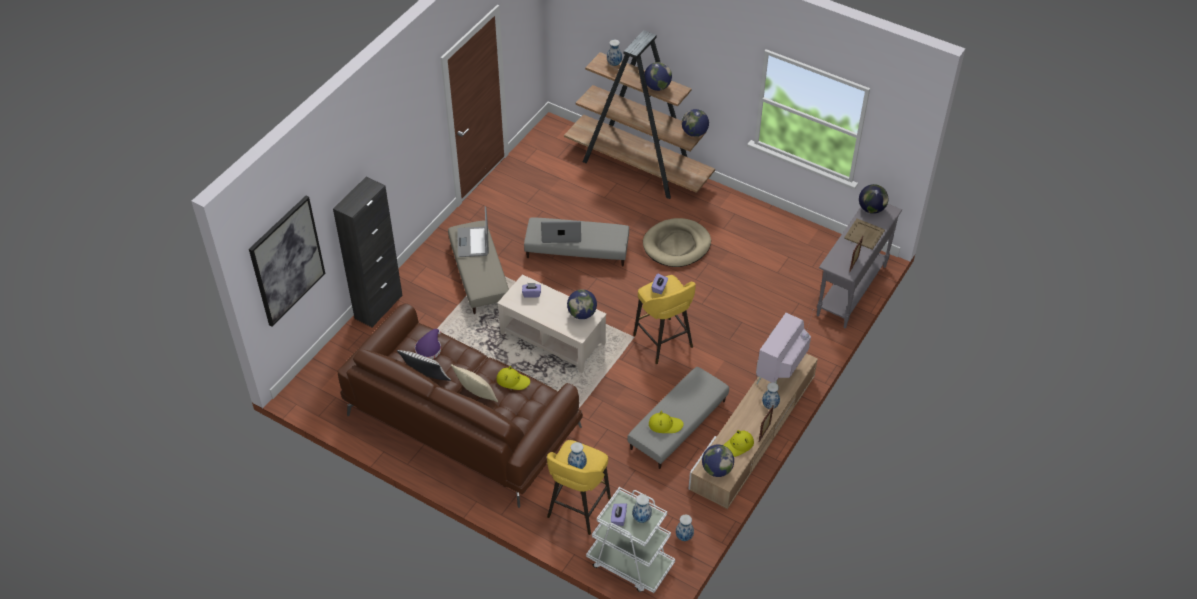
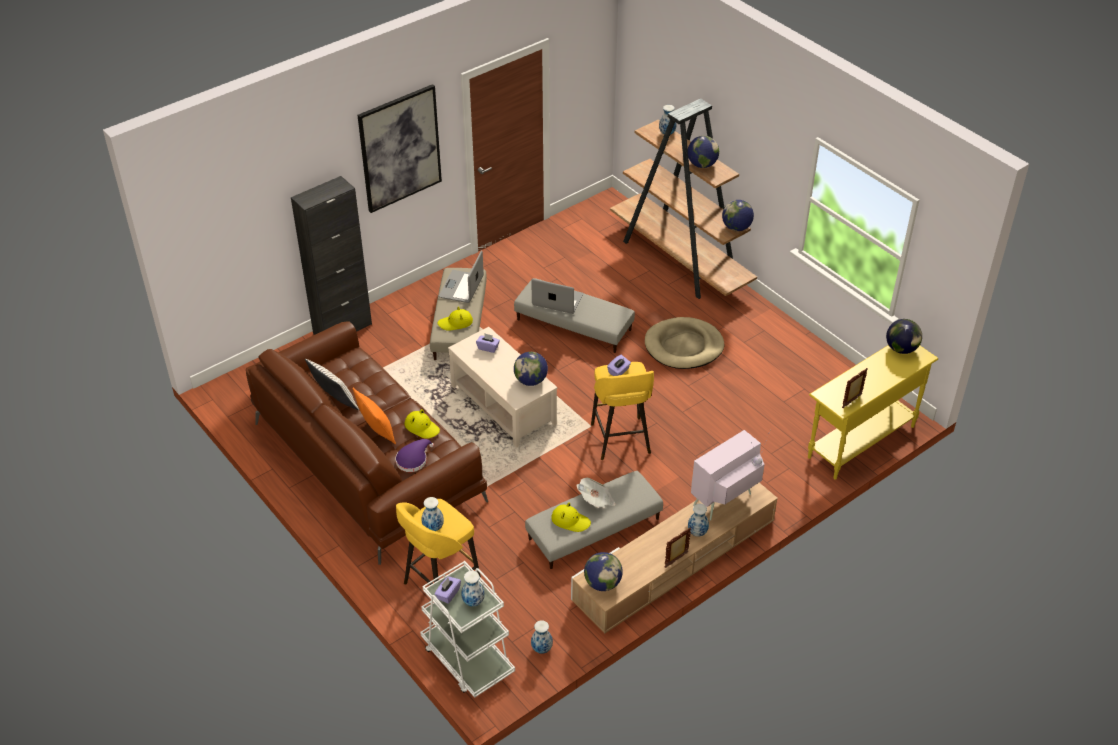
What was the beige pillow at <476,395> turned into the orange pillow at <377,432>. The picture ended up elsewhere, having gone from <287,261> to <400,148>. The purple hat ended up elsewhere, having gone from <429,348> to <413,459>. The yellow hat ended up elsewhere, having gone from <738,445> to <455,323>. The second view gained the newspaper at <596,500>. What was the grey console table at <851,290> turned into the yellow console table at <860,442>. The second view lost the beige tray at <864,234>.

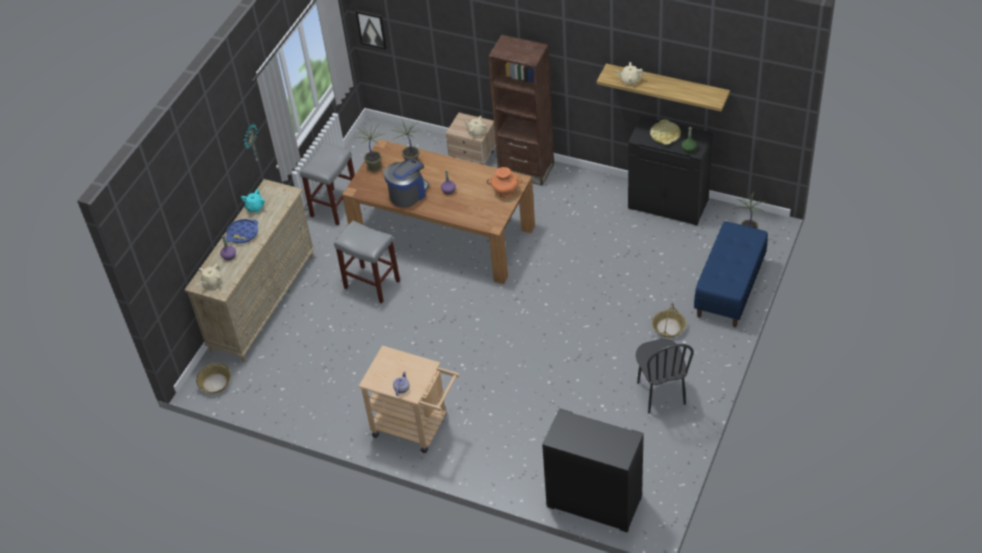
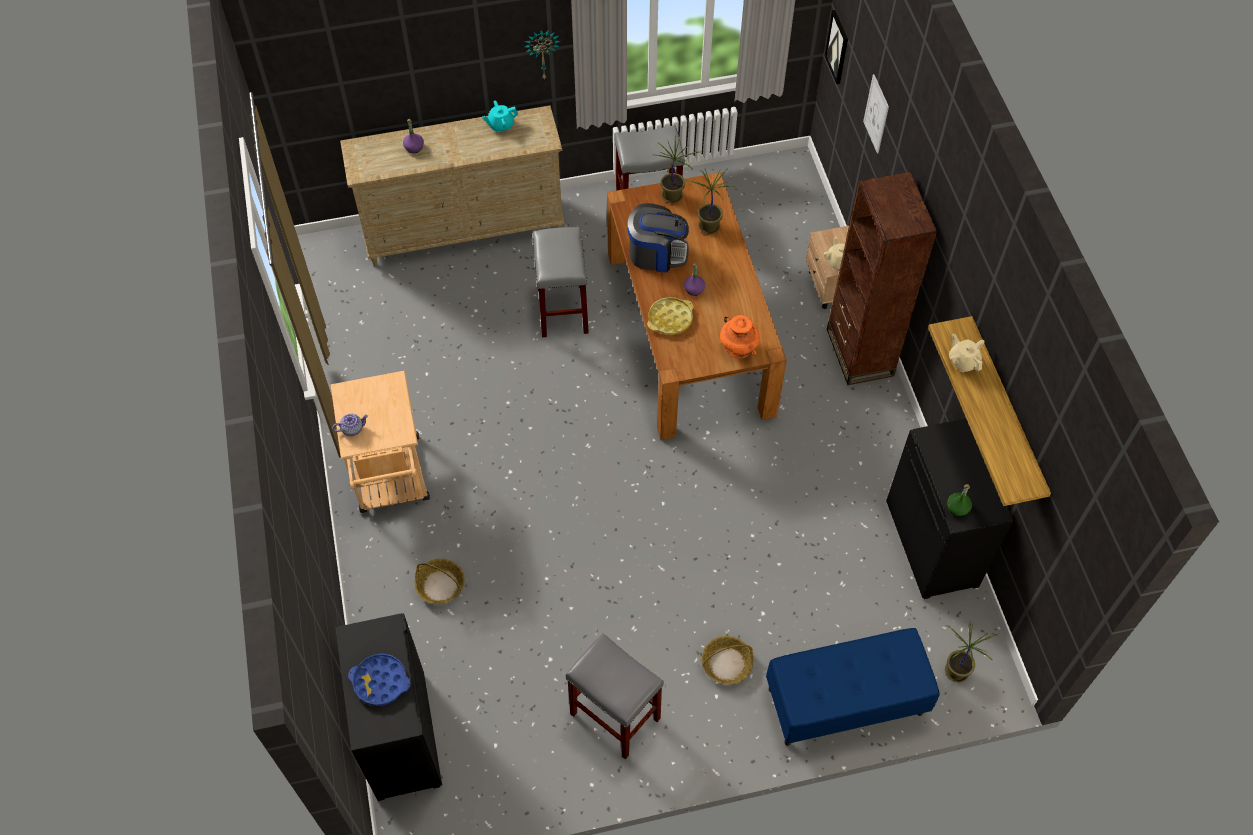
The blue tray ended up elsewhere, having gone from <242,233> to <380,682>. The basket ended up elsewhere, having gone from <215,382> to <441,585>. Where the black chair stood at <660,393>, the grey stool came to stand at <614,716>. The yellow tray ended up elsewhere, having gone from <665,135> to <670,319>. The second view gained the picture at <876,114>. The second view lost the beige teapot at <212,282>.

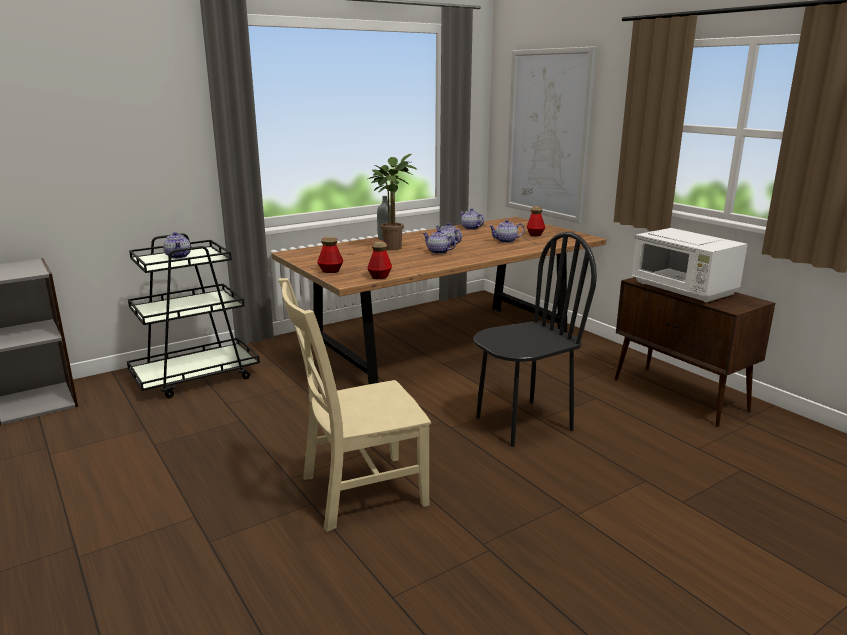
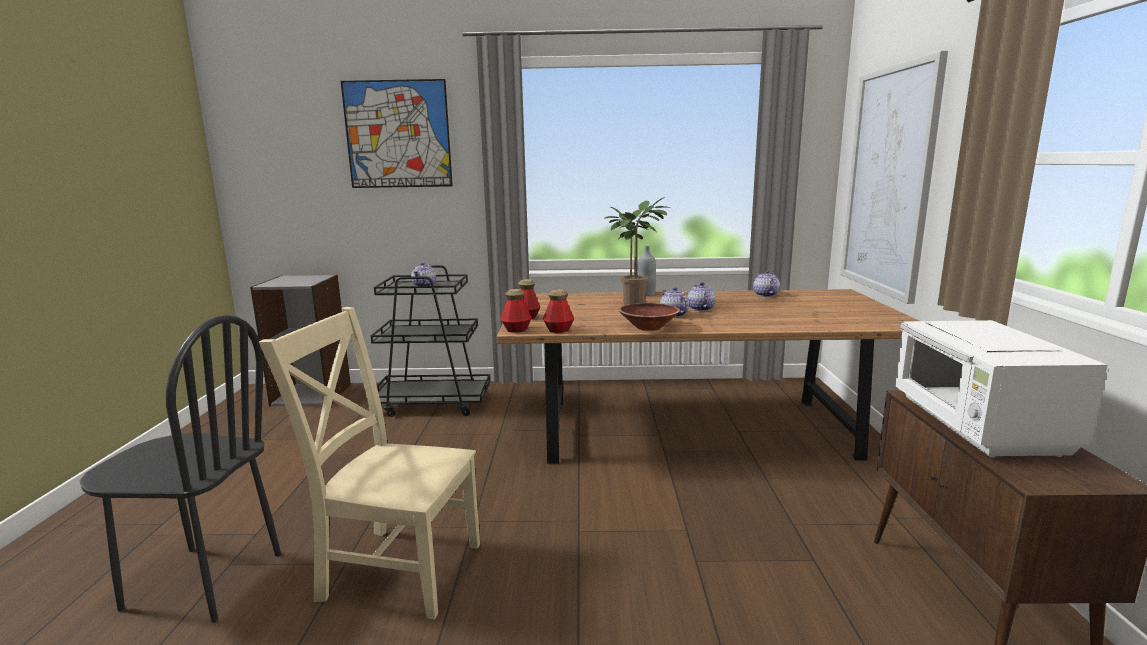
The black chair ended up elsewhere, having gone from <523,423> to <203,581>. The second view gained the picture at <398,134>. The bottle ended up elsewhere, having gone from <535,234> to <516,330>. The second view gained the brown bowl at <648,327>. The second view lost the teapot at <506,241>.

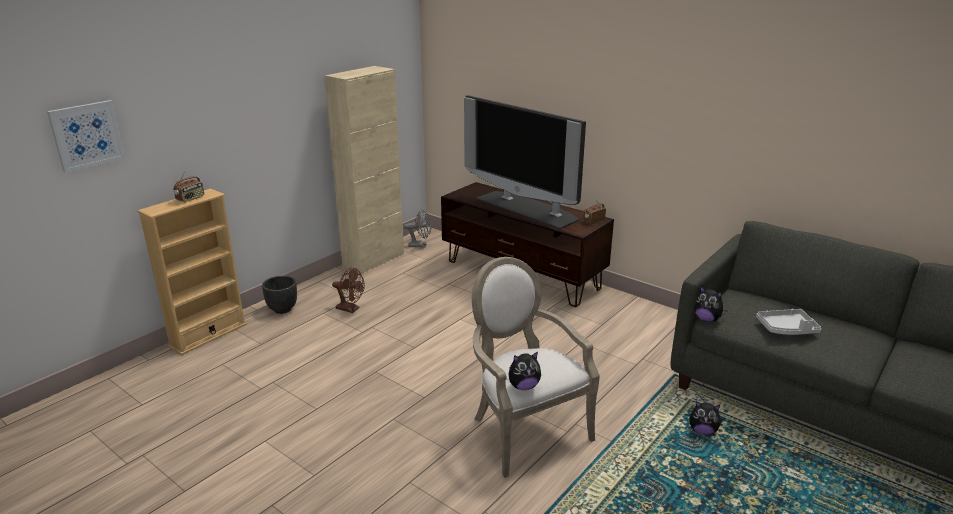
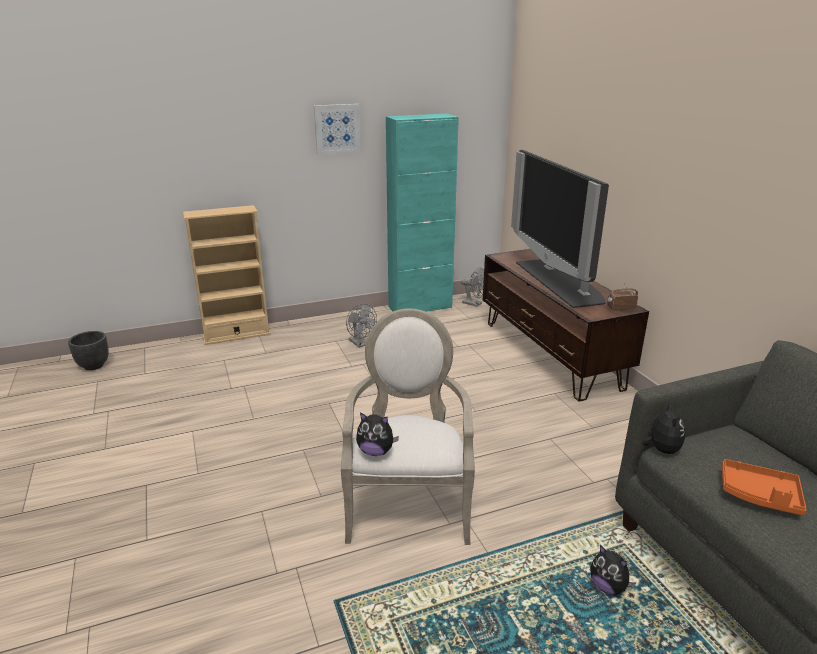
The black planter ended up elsewhere, having gone from <282,309> to <93,366>. The picture ended up elsewhere, having gone from <86,135> to <337,128>. What was the brown fan at <350,309> turned into the grey fan at <360,344>. What was the beige cabinet at <374,260> turned into the turquoise cabinet at <420,307>. The plush toy at <706,319> ended up facing another way, 150 degrees counterclockwise from before. What was the grey tray at <787,329> turned into the orange tray at <759,495>. The second view lost the radio at <190,199>.

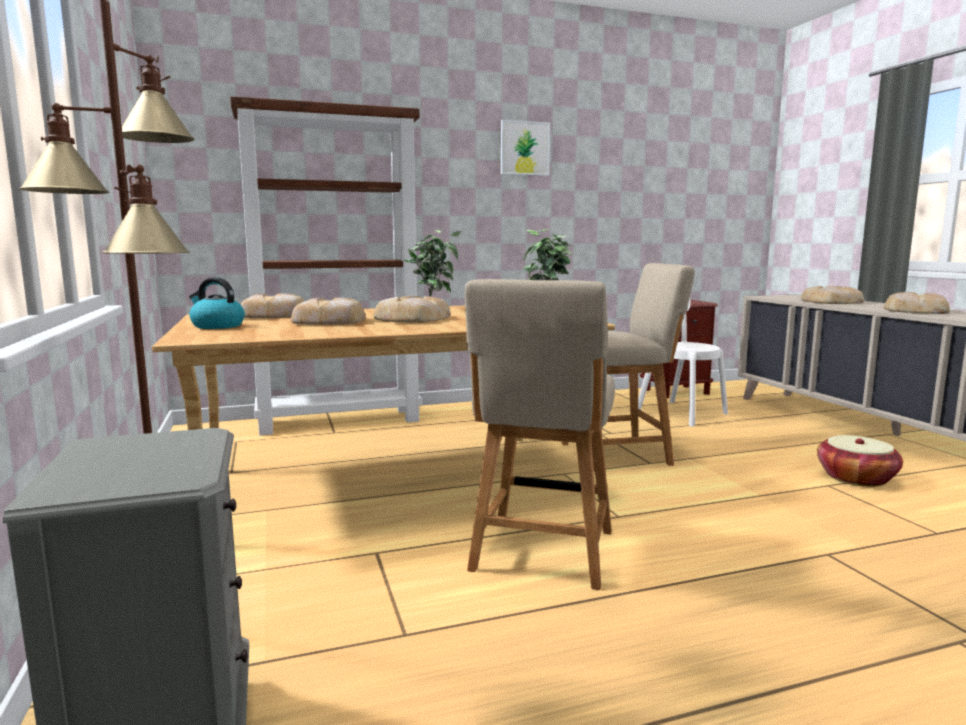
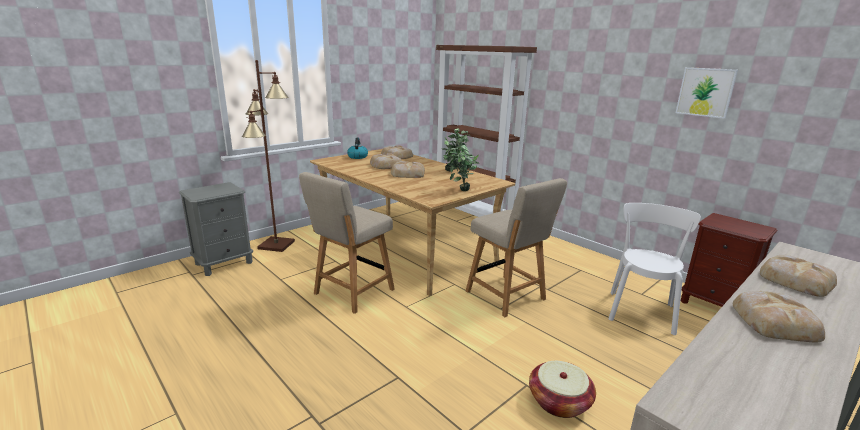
The beige chair at <542,554> ended up facing another way, 45 degrees counterclockwise from before. The picture ended up elsewhere, having gone from <524,148> to <705,92>.

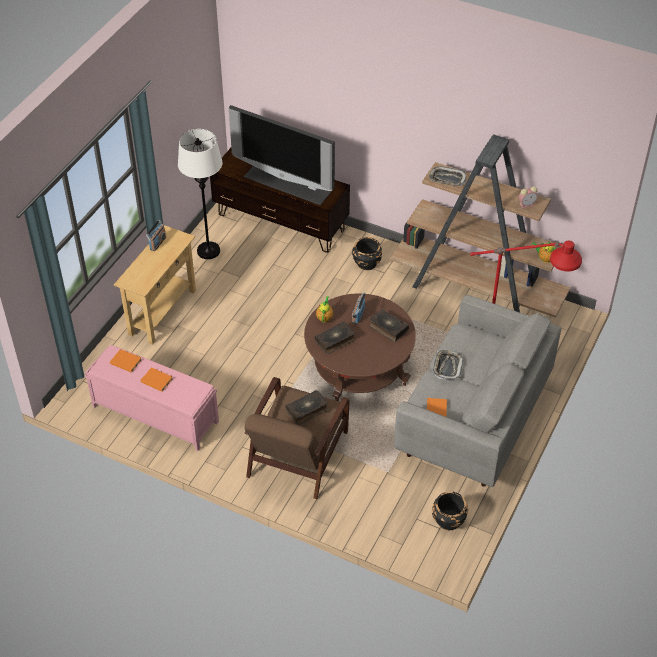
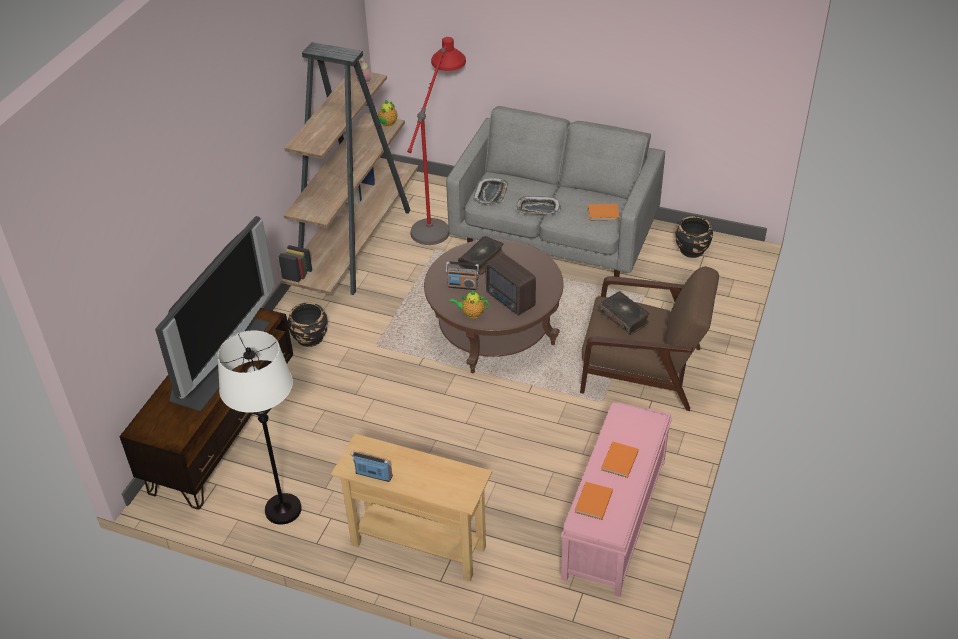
The tray ended up elsewhere, having gone from <447,179> to <491,194>. Where the book stood at <335,341>, the radio came to stand at <510,301>.

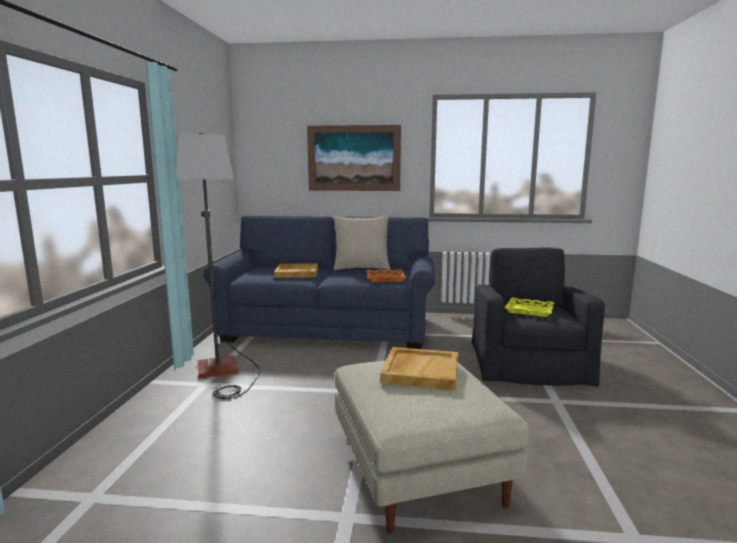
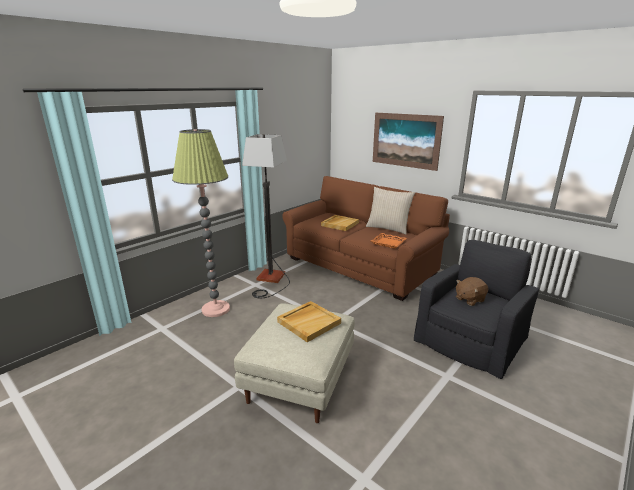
The second view gained the floor lamp at <216,309>. What was the blue sofa at <328,329> turned into the brown sofa at <360,266>. Where the yellow tray stood at <529,310>, the brown plush toy came to stand at <469,299>.

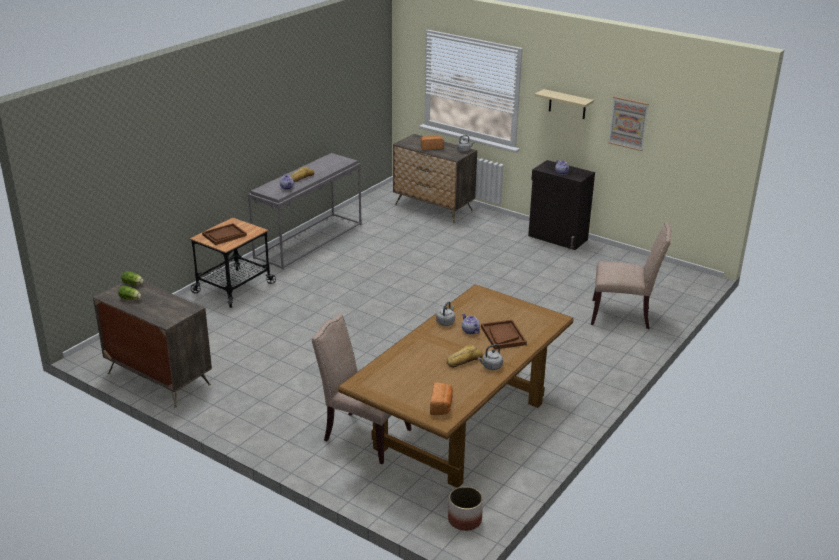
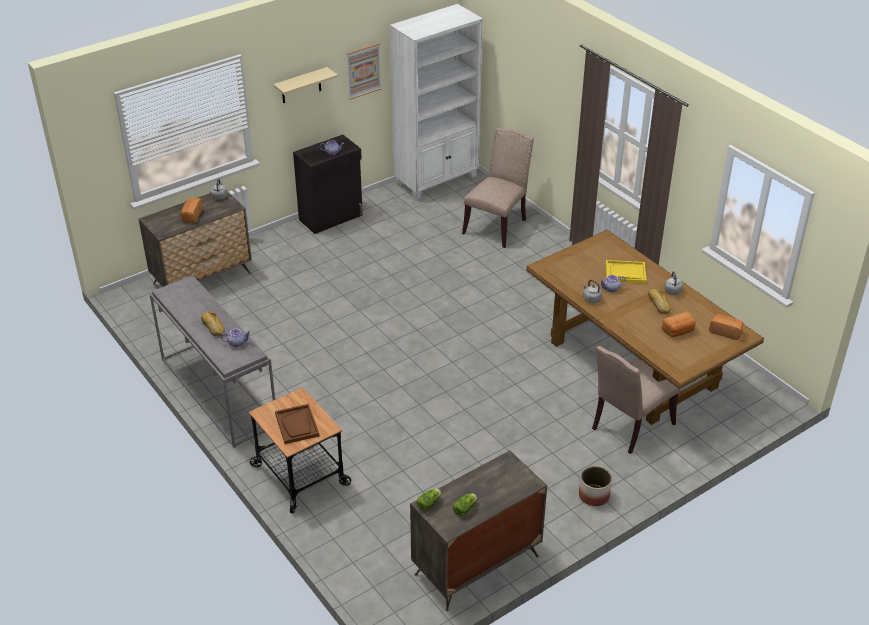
The second view gained the white bookcase at <437,180>. The planter ended up elsewhere, having gone from <465,520> to <594,495>. What was the brown tray at <503,336> turned into the yellow tray at <625,273>. The second view gained the bread at <678,331>.

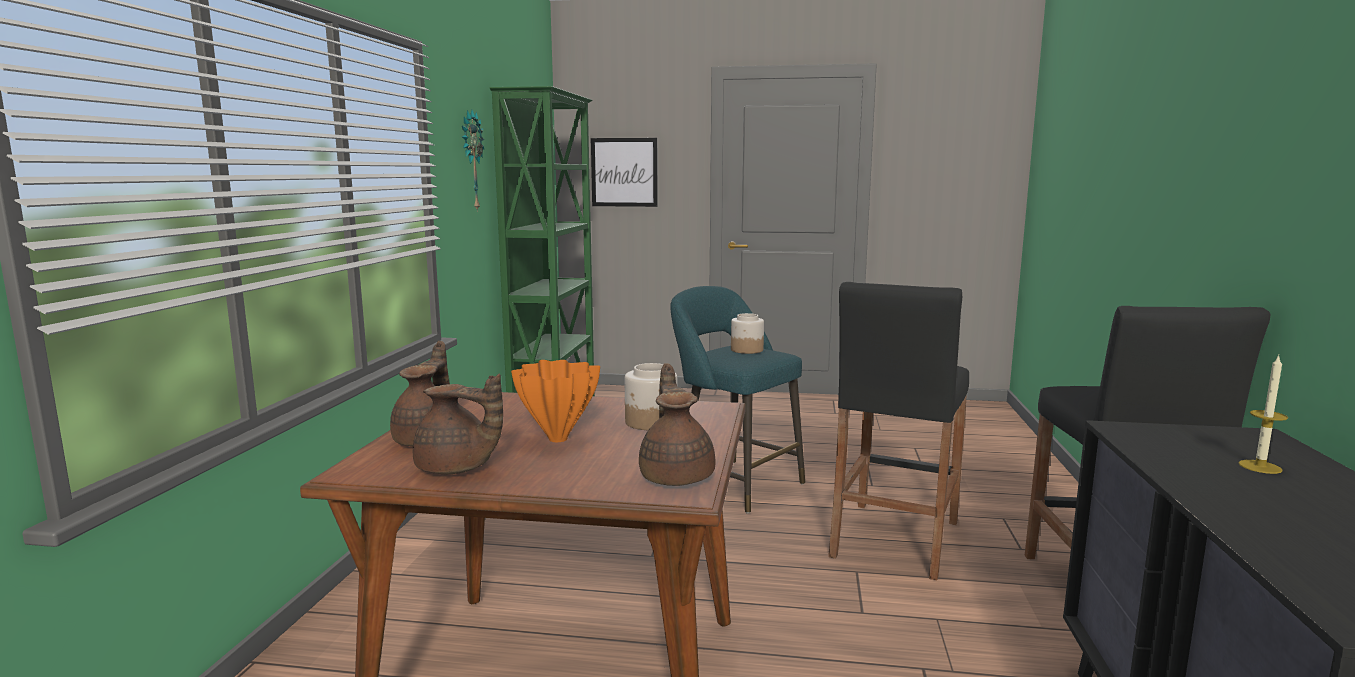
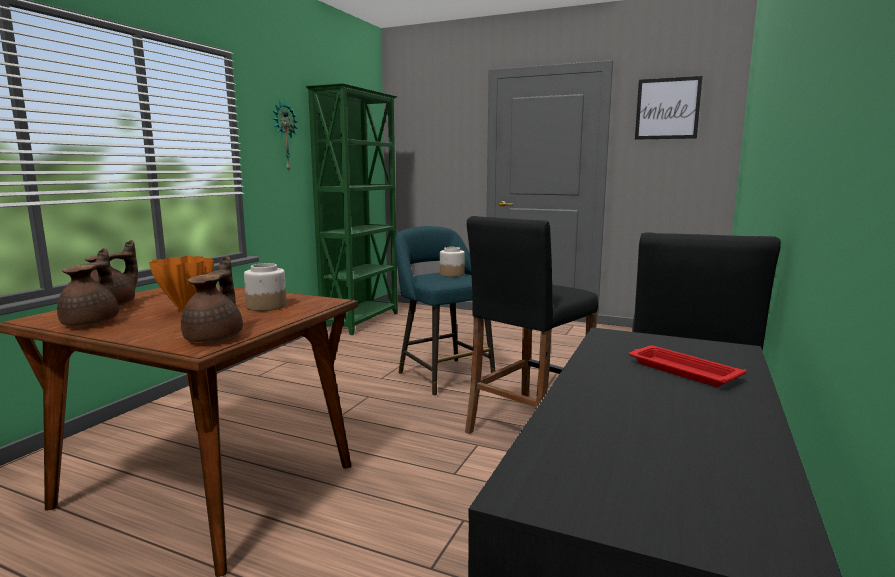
The brown teapot at <457,469> ended up facing another way, 120 degrees counterclockwise from before. Where the candle stood at <1260,467>, the red tray came to stand at <681,370>. The picture ended up elsewhere, having gone from <624,172> to <667,108>.

